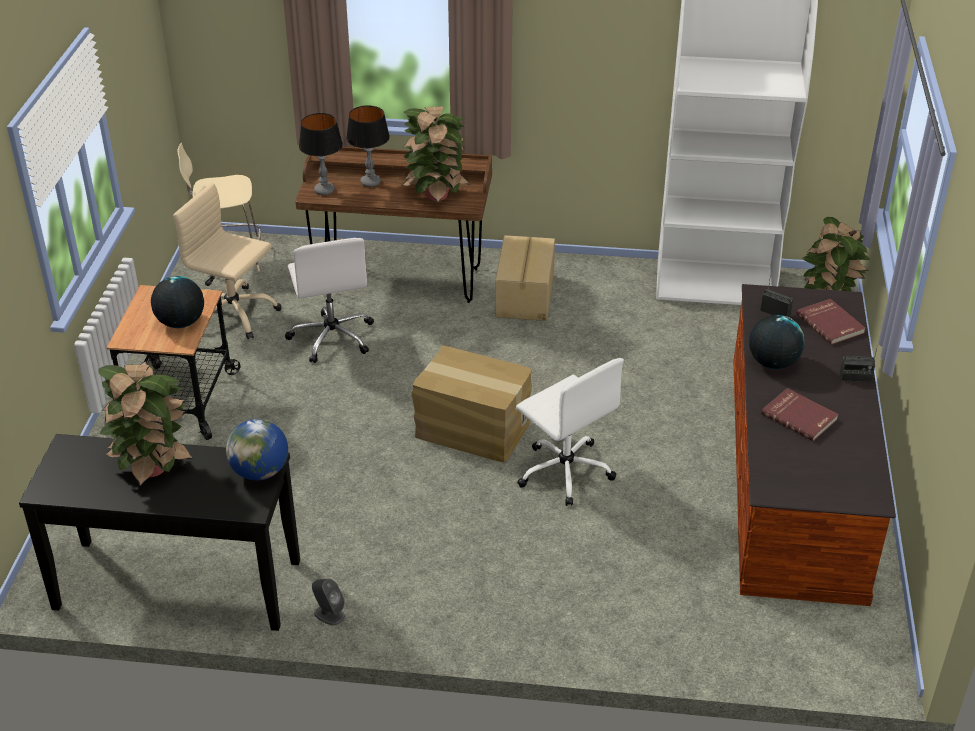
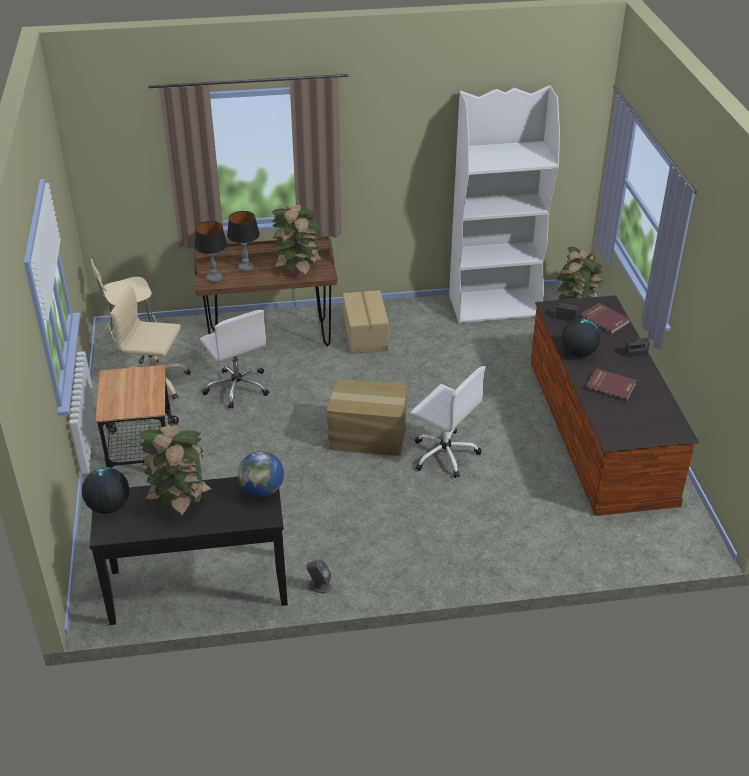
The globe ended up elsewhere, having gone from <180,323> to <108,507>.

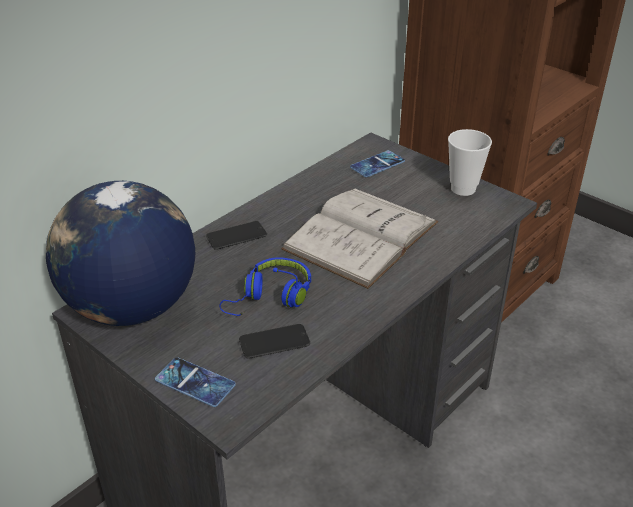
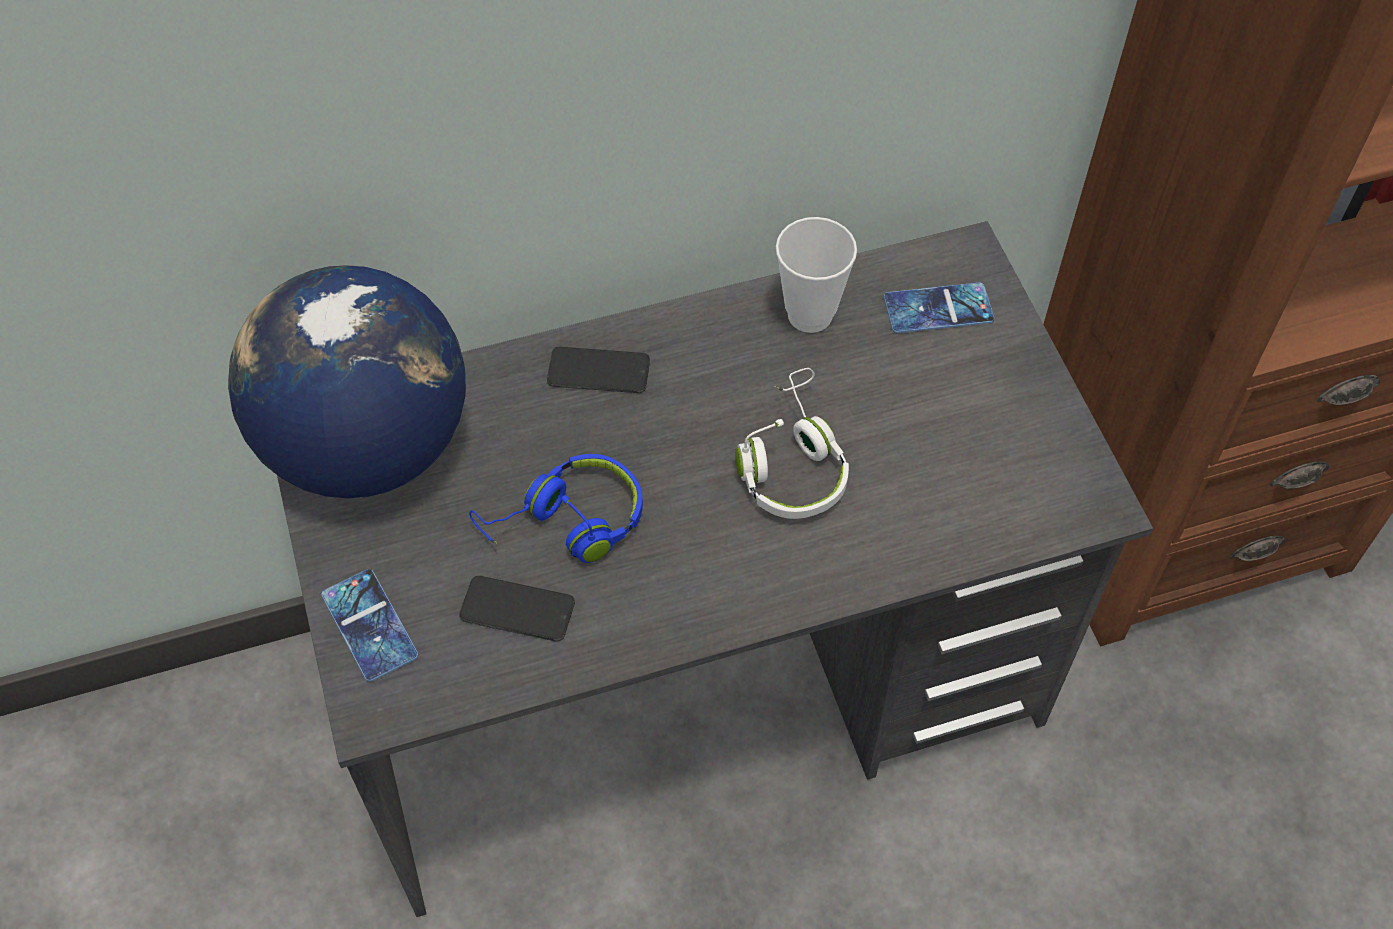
Where the white book stood at <361,235>, the white headphones came to stand at <791,461>. The cup ended up elsewhere, having gone from <463,189> to <810,314>.

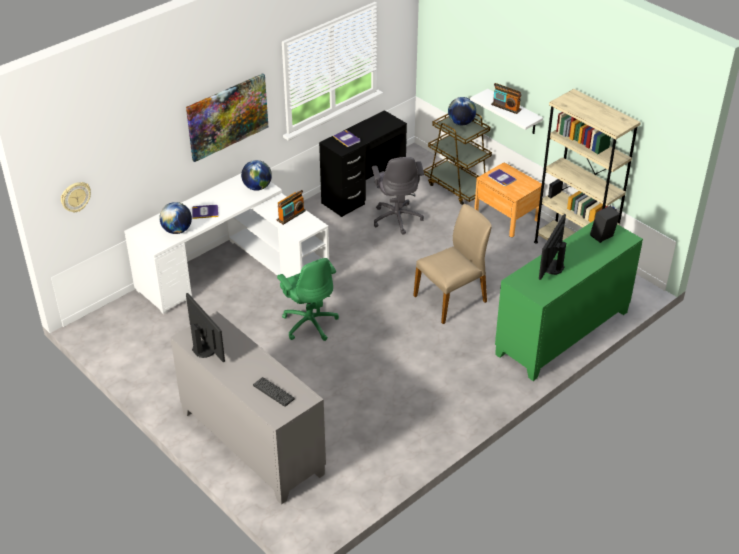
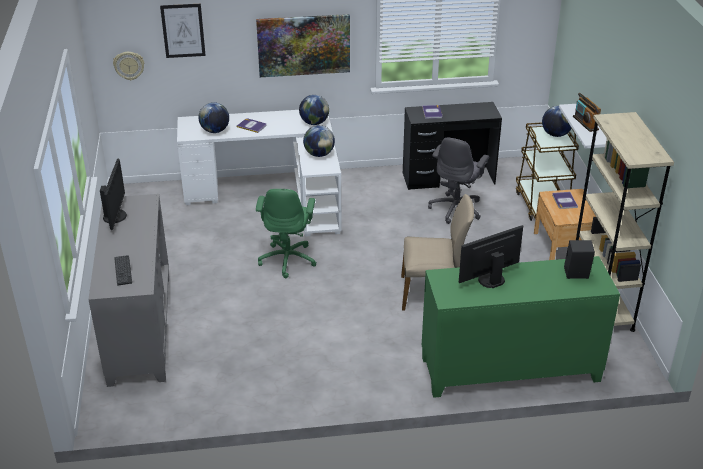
The second view gained the picture at <183,30>. Where the radio stood at <291,215>, the globe came to stand at <319,154>.

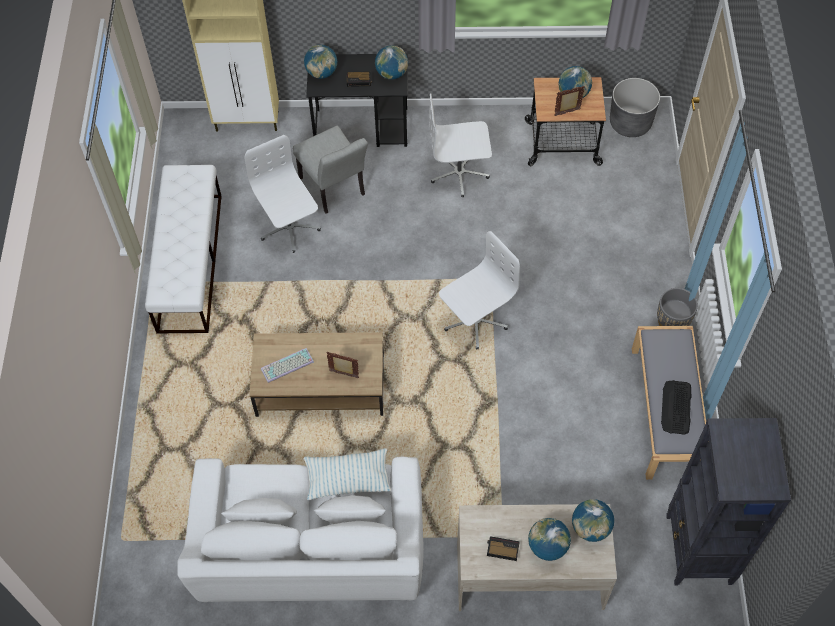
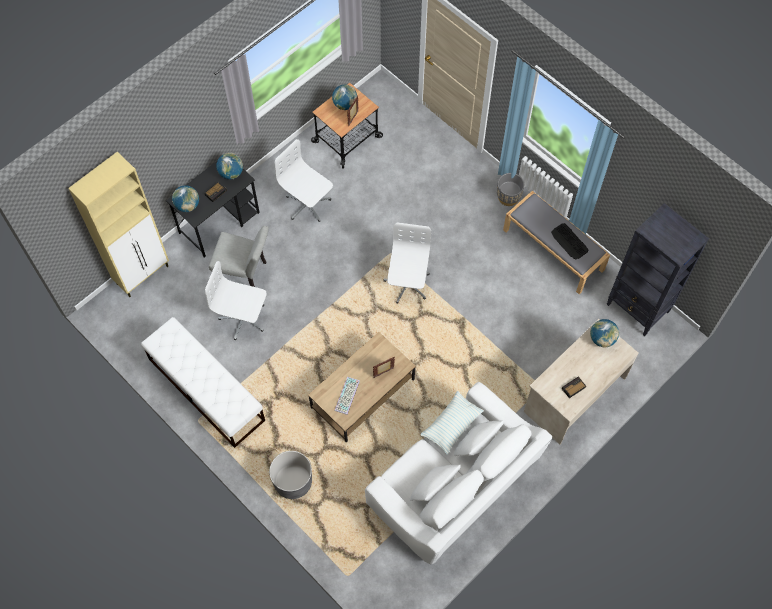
The grey planter ended up elsewhere, having gone from <630,123> to <293,482>. The white office chair at <459,173> ended up facing another way, 90 degrees clockwise from before. The second view lost the globe at <547,546>.

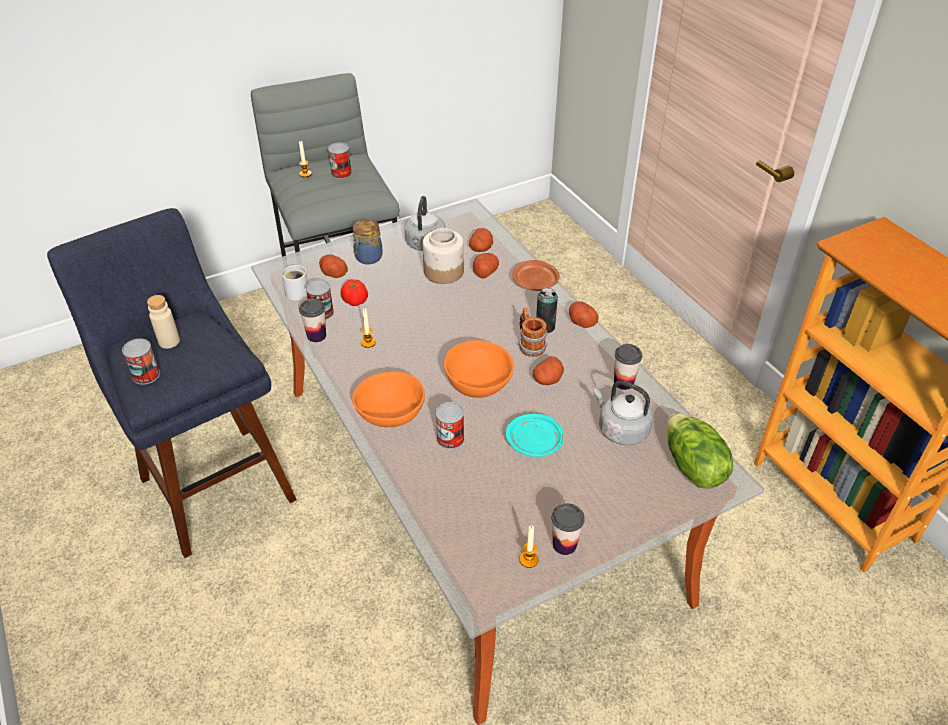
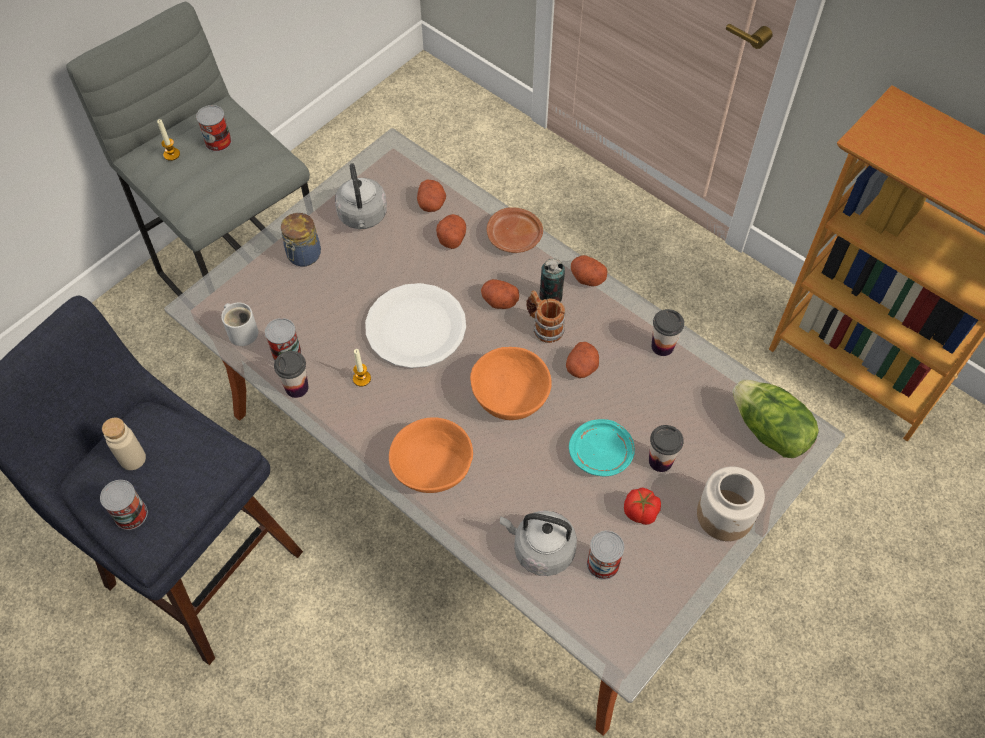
The second view gained the white plate at <415,327>. The potato ended up elsewhere, having gone from <333,273> to <499,301>. The grey kettle ended up elsewhere, having gone from <620,429> to <540,550>. The can ended up elsewhere, having gone from <450,438> to <603,563>. The tomato ended up elsewhere, having gone from <355,301> to <641,512>. The cup ended up elsewhere, having gone from <564,544> to <660,461>. The jar ended up elsewhere, having gone from <444,271> to <725,514>. The second view lost the candle at <528,559>.

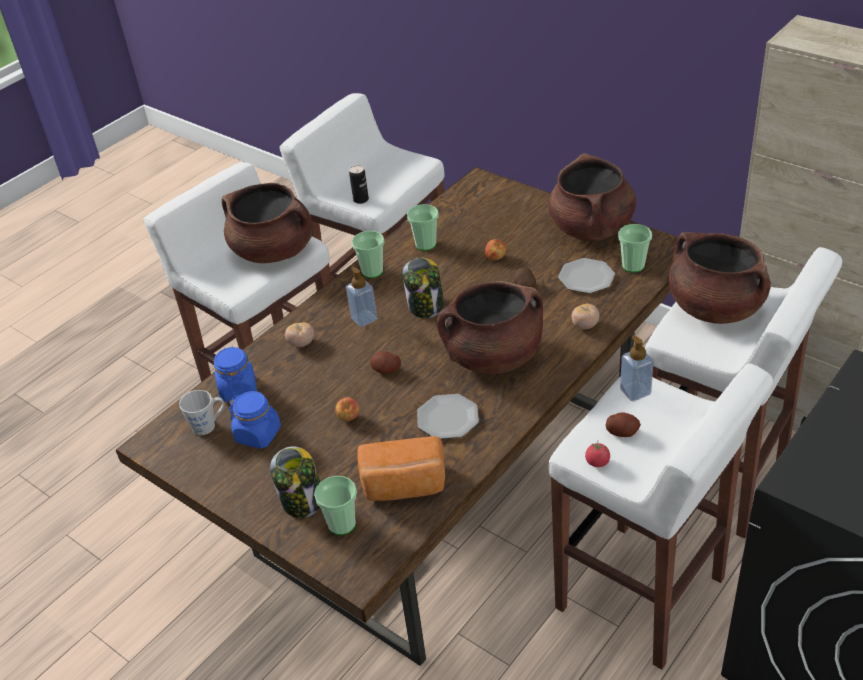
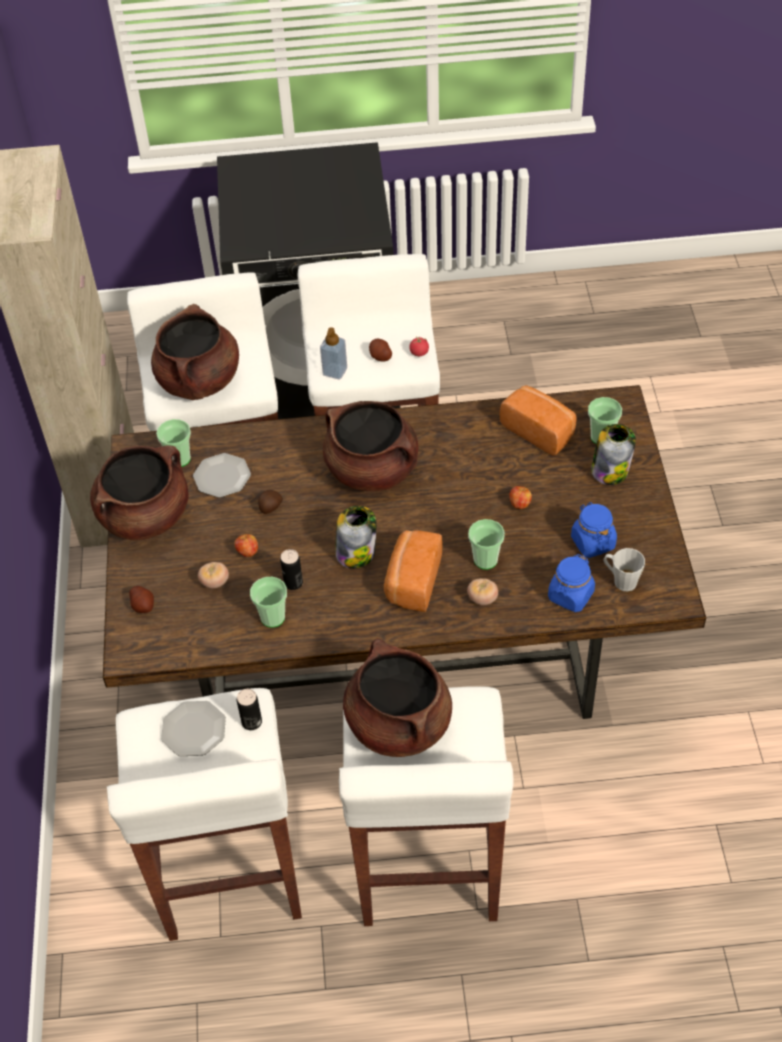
The potato ended up elsewhere, having gone from <386,370> to <143,605>. The plate ended up elsewhere, having gone from <448,418> to <193,730>. The tomato ended up elsewhere, having gone from <585,325> to <215,582>. The second view gained the can at <293,583>. Where the soap dispenser stood at <364,319>, the bread came to stand at <412,581>. The cup ended up elsewhere, having gone from <372,271> to <485,560>.

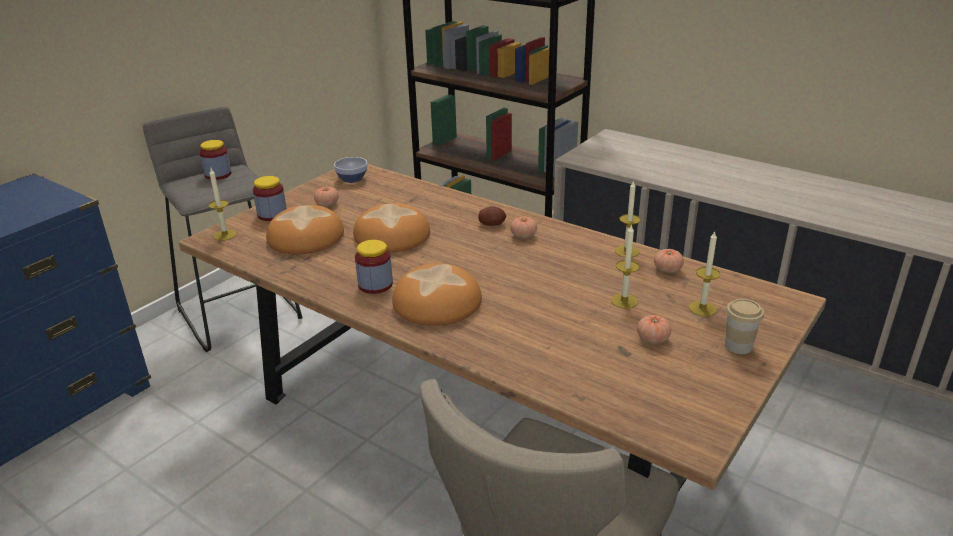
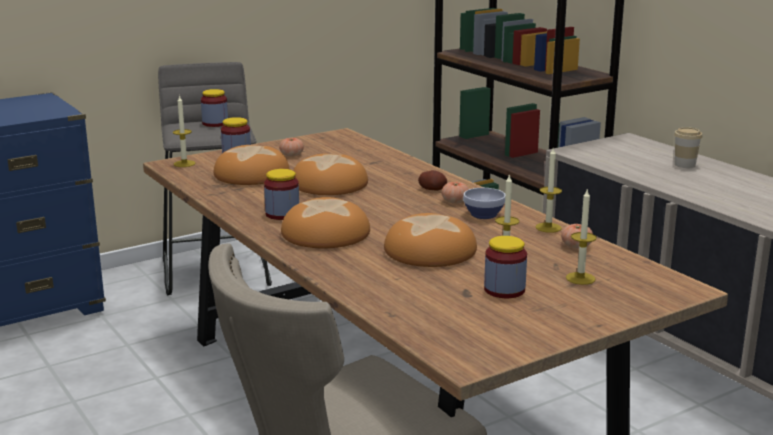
The second view gained the bread at <431,250>. The bowl ended up elsewhere, having gone from <353,179> to <484,215>. Where the tomato stood at <653,339>, the jar came to stand at <504,290>. The cup ended up elsewhere, having gone from <738,346> to <685,165>.

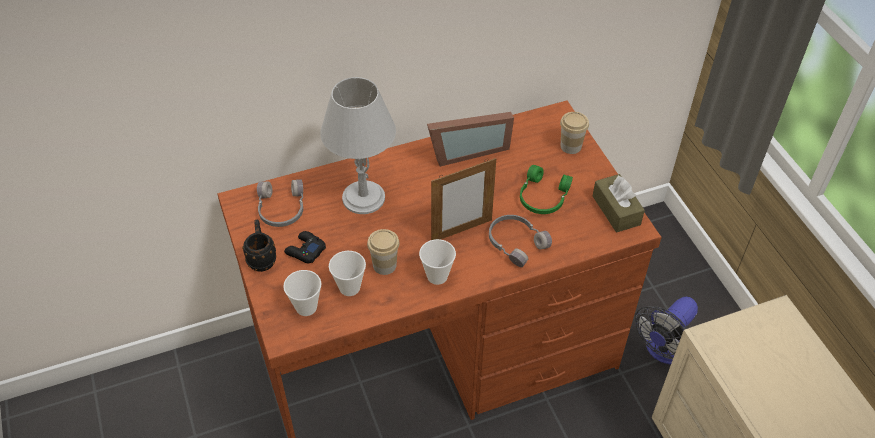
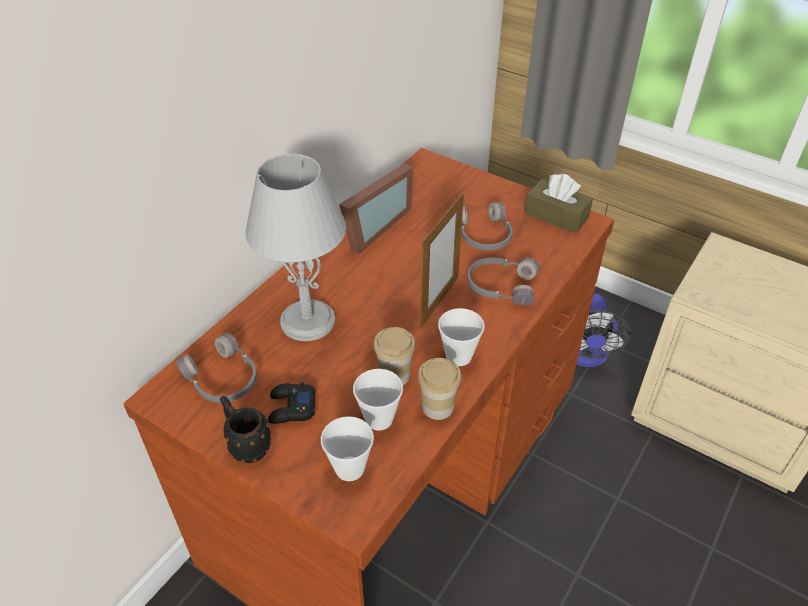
The cup ended up elsewhere, having gone from <571,146> to <437,407>. What was the green headphones at <542,197> turned into the grey headphones at <483,235>.

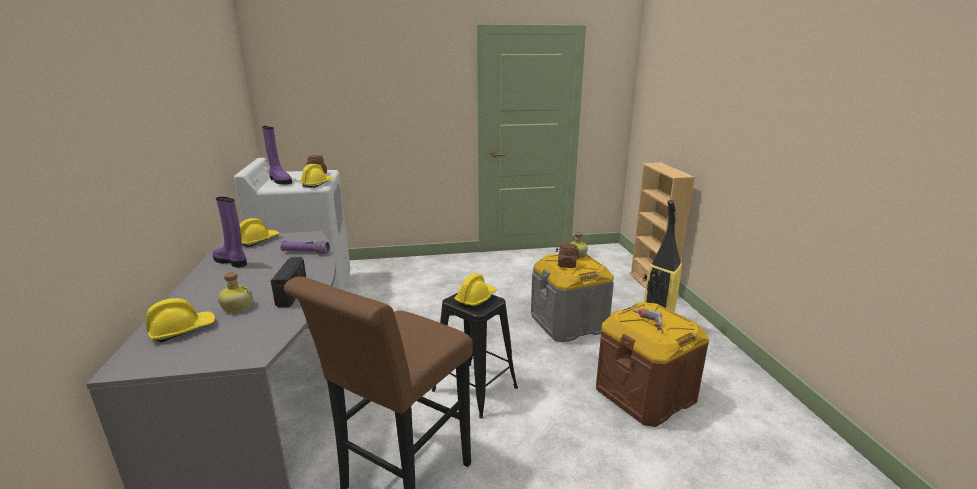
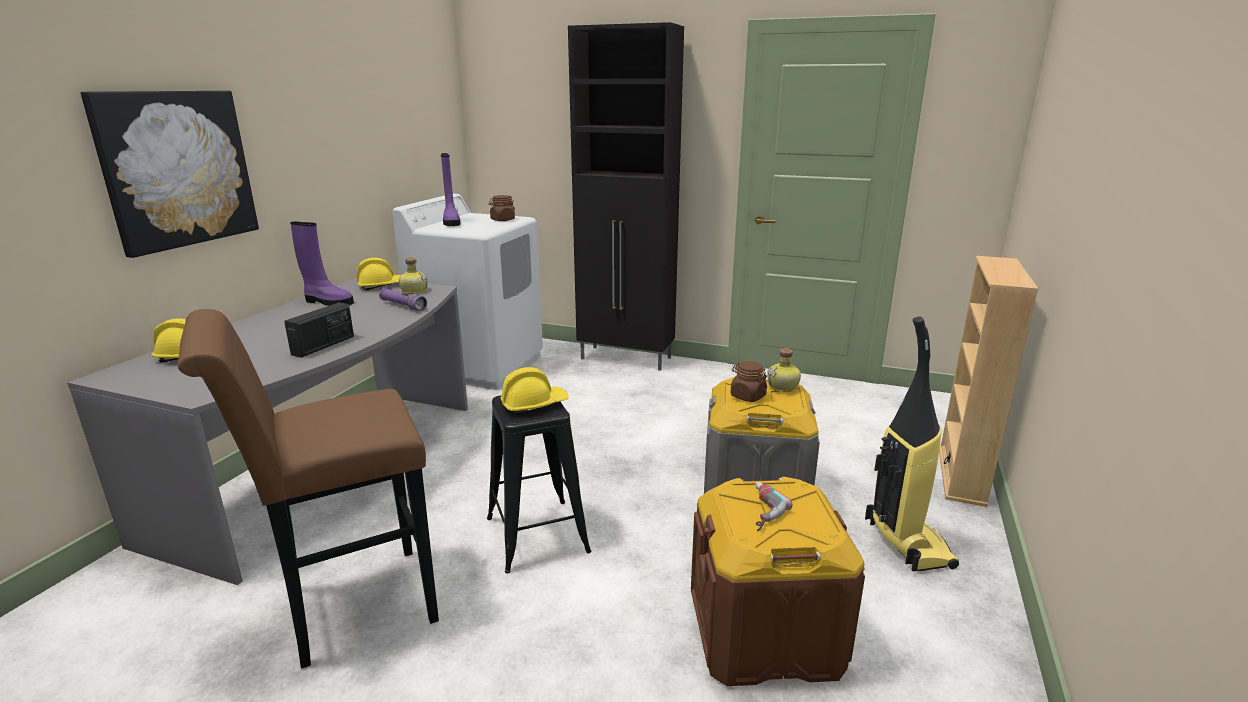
The second view gained the picture at <177,169>. The purple boot at <231,262> ended up facing another way, 135 degrees clockwise from before. The bottle ended up elsewhere, having gone from <236,307> to <414,291>. The second view gained the black cabinet at <627,359>. The second view lost the yellow hard hat at <317,184>.

